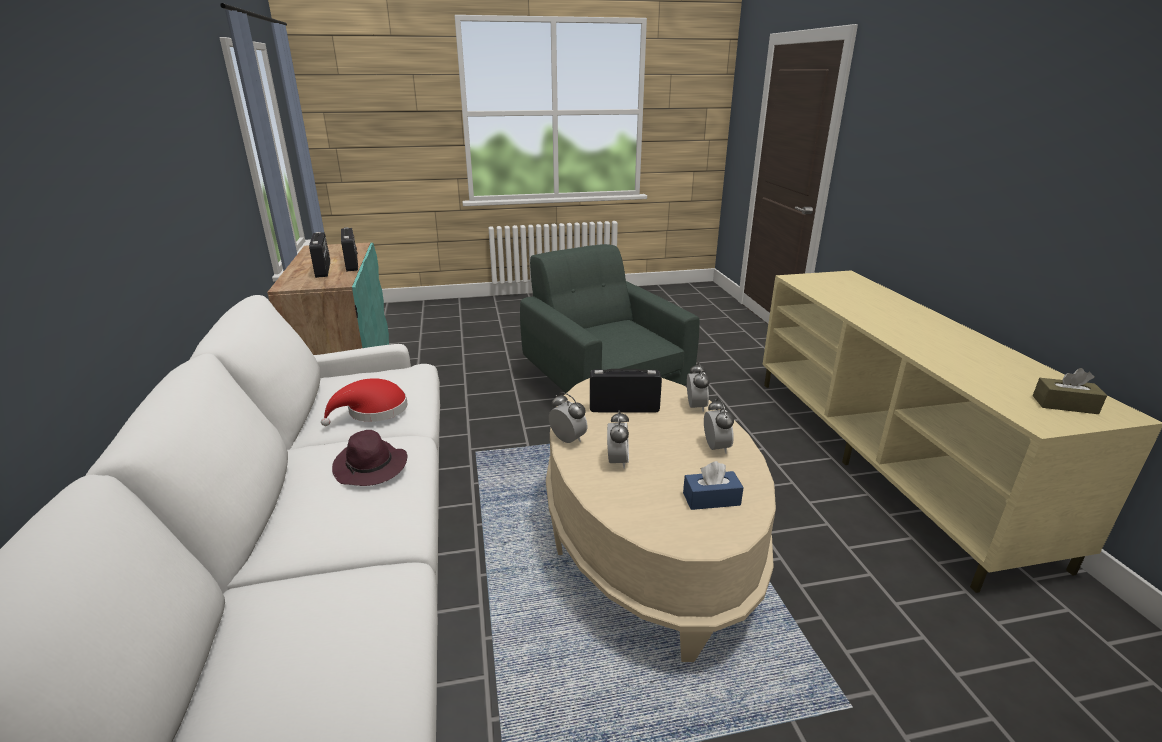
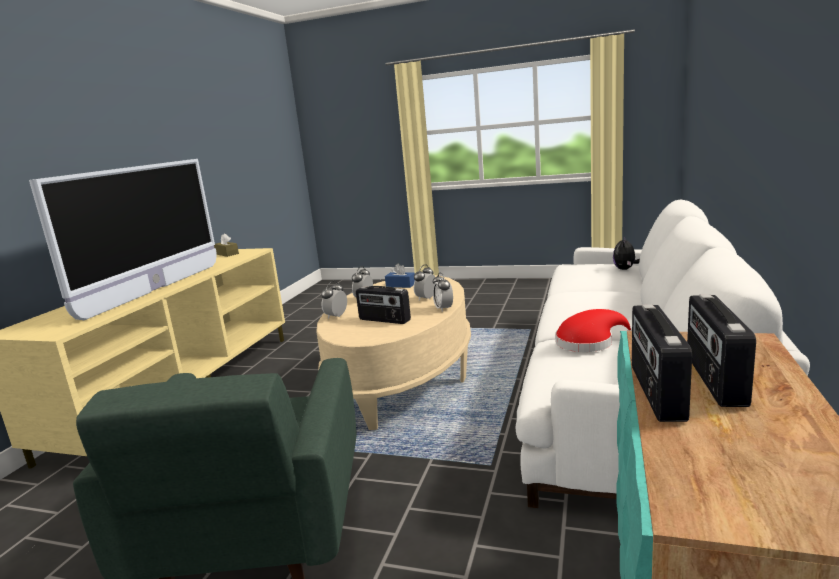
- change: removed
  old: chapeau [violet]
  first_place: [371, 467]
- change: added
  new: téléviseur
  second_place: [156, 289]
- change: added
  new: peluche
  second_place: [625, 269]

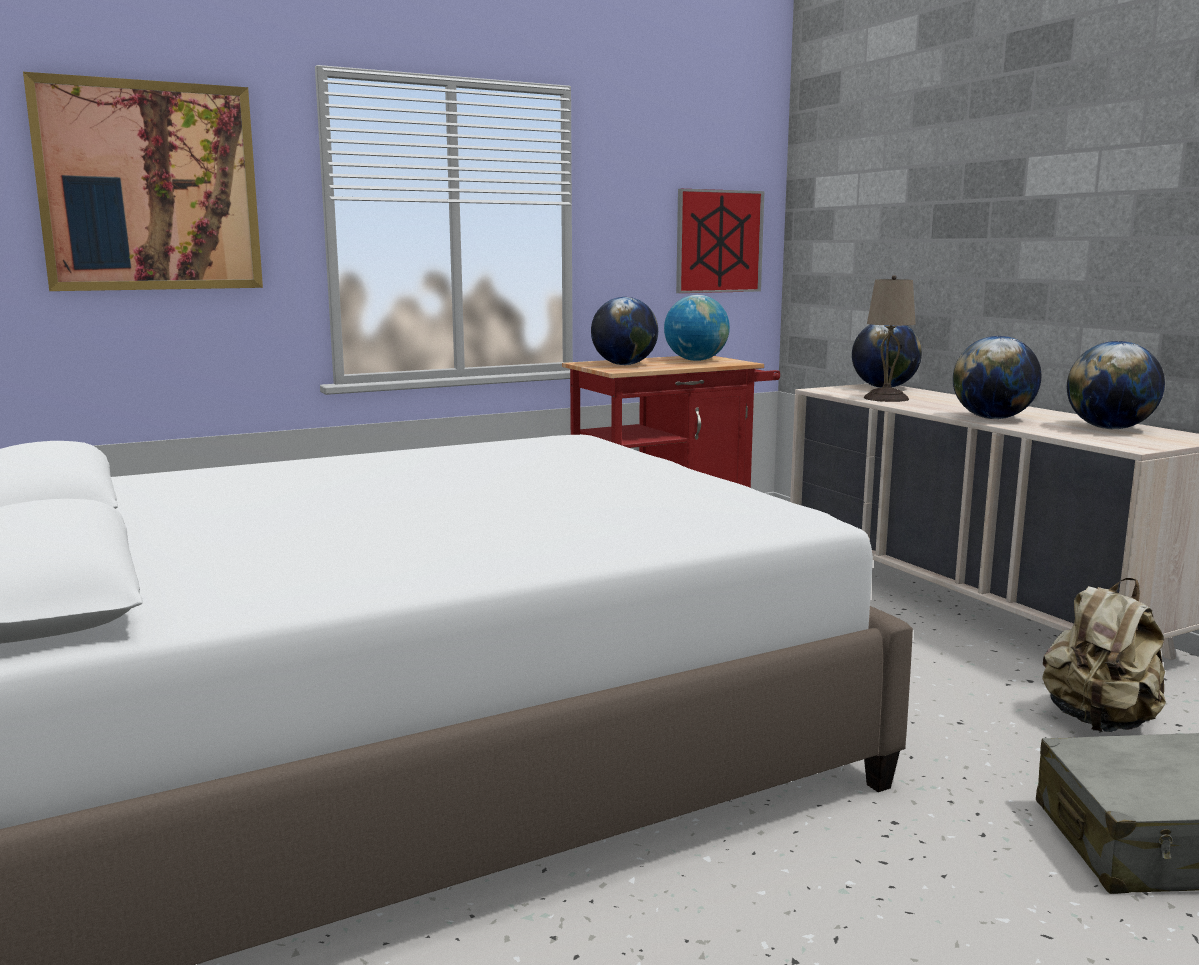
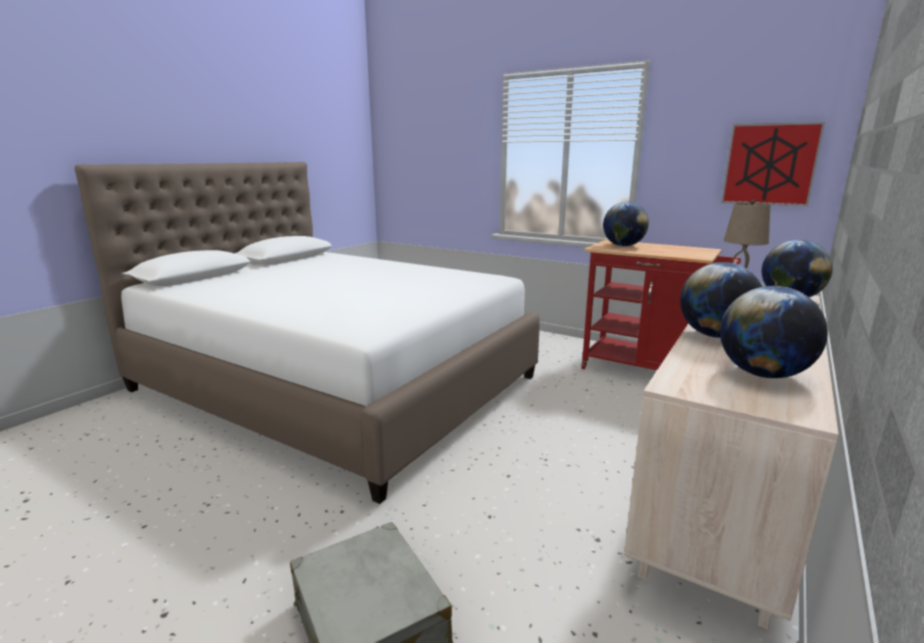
- change: removed
  old: tableau
  first_place: [150, 187]
- change: removed
  old: globe
  first_place: [696, 360]
- change: removed
  old: sac à dos [beige]
  first_place: [1100, 722]

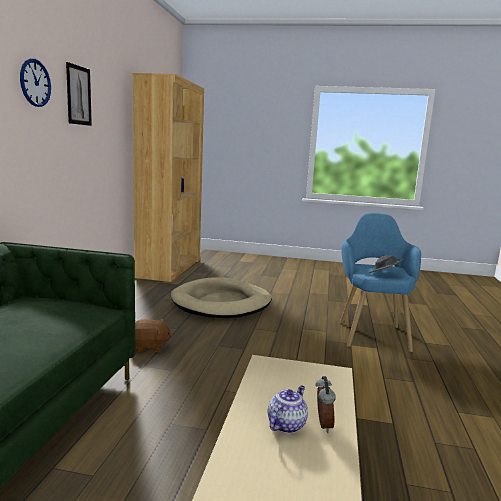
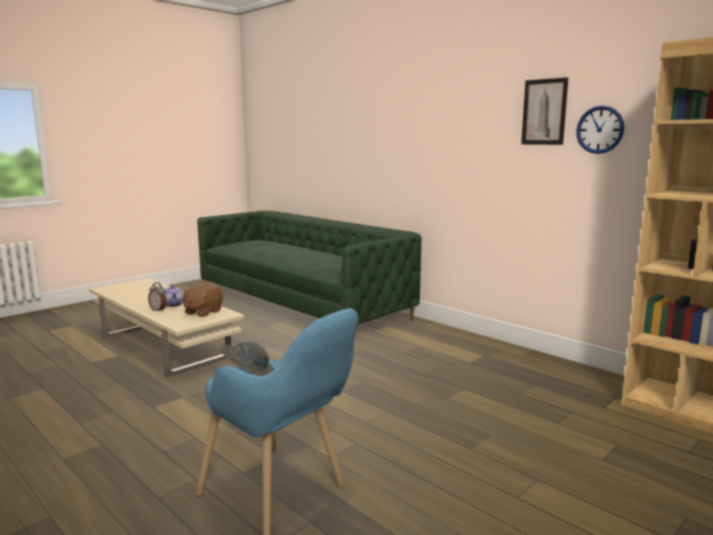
- change: moved
  old: horloge murale
  first_place: [35, 83]
  second_place: [600, 129]
- change: removed
  old: panier pour chien [beige]
  first_place: [222, 303]
- change: moved
  old: peluche [marron]
  first_place: [149, 347]
  second_place: [202, 312]

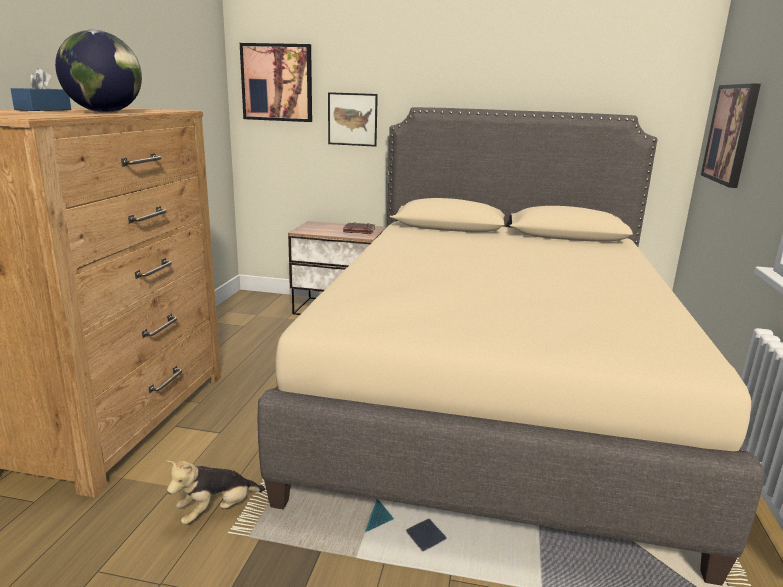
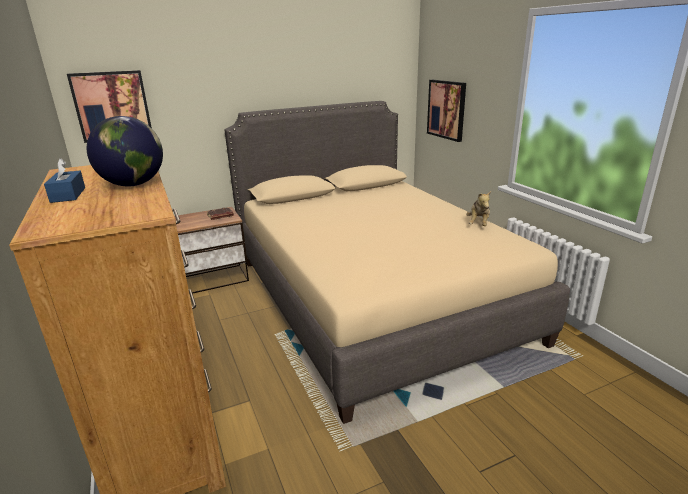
- change: removed
  old: tableau
  first_place: [352, 119]
- change: moved
  old: peluche
  first_place: [216, 511]
  second_place: [478, 224]

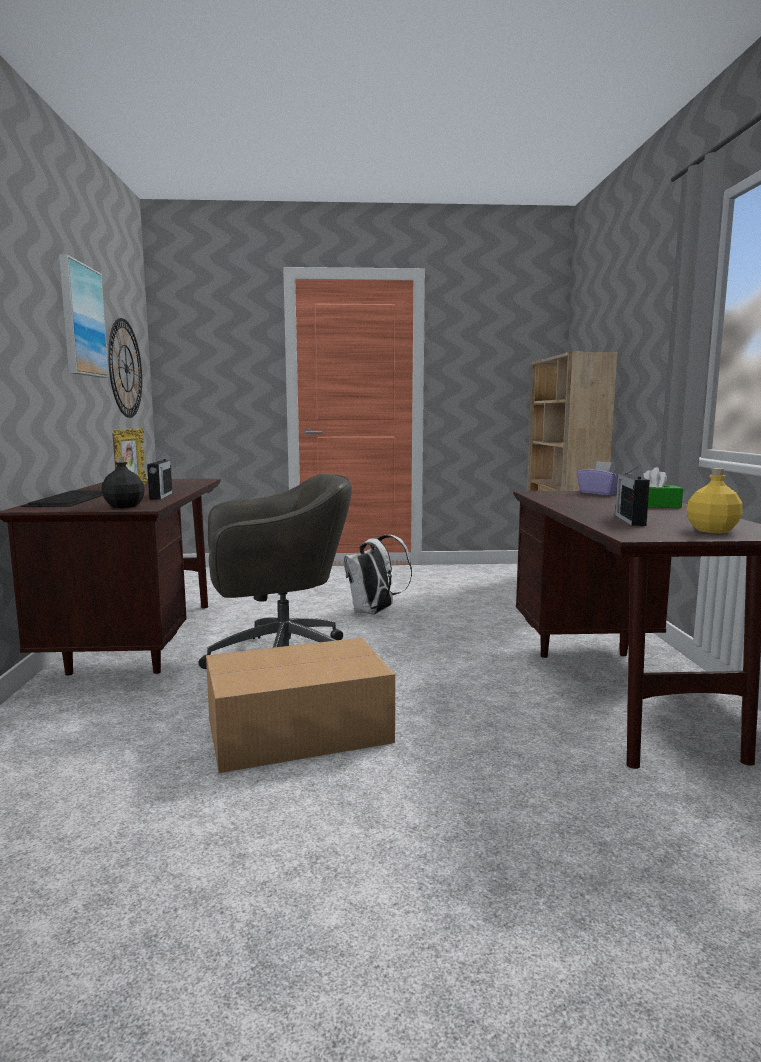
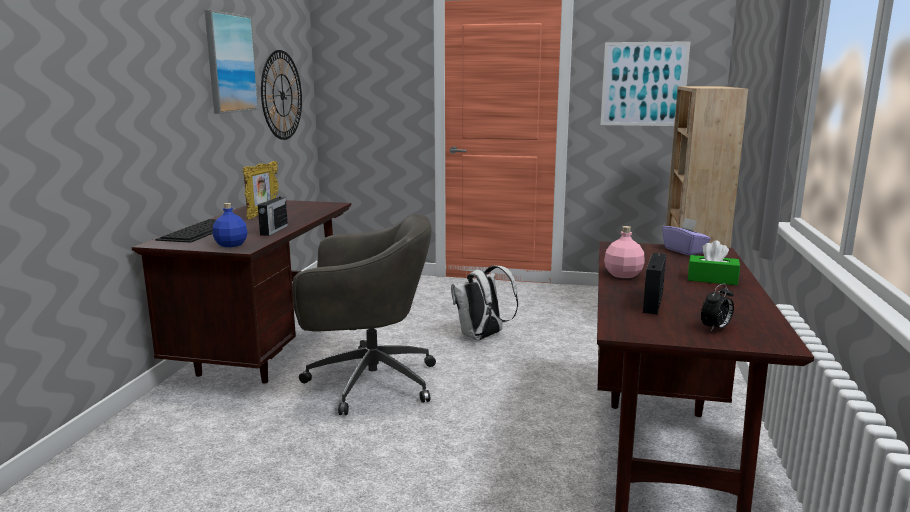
- change: recoloured
  old: bouteille [noir]
  new: bouteille [bleu]
  first_place: [125, 506]
  second_place: [231, 244]
- change: replaced
  old: bouteille [jaune]
  new: réveil
  first_place: [712, 530]
  second_place: [715, 328]
- change: removed
  old: carton
  first_place: [295, 730]
- change: added
  new: tableau
  second_place: [644, 84]
- change: added
  new: bouteille [rose]
  second_place: [622, 275]

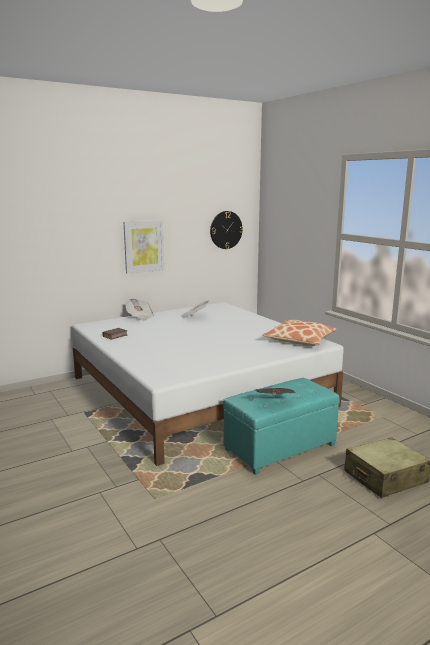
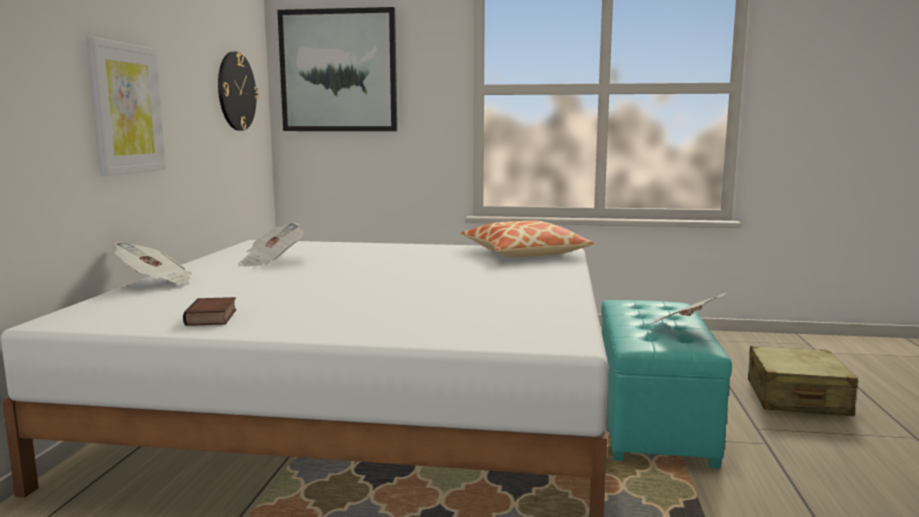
- change: added
  new: tableau
  second_place: [338, 71]

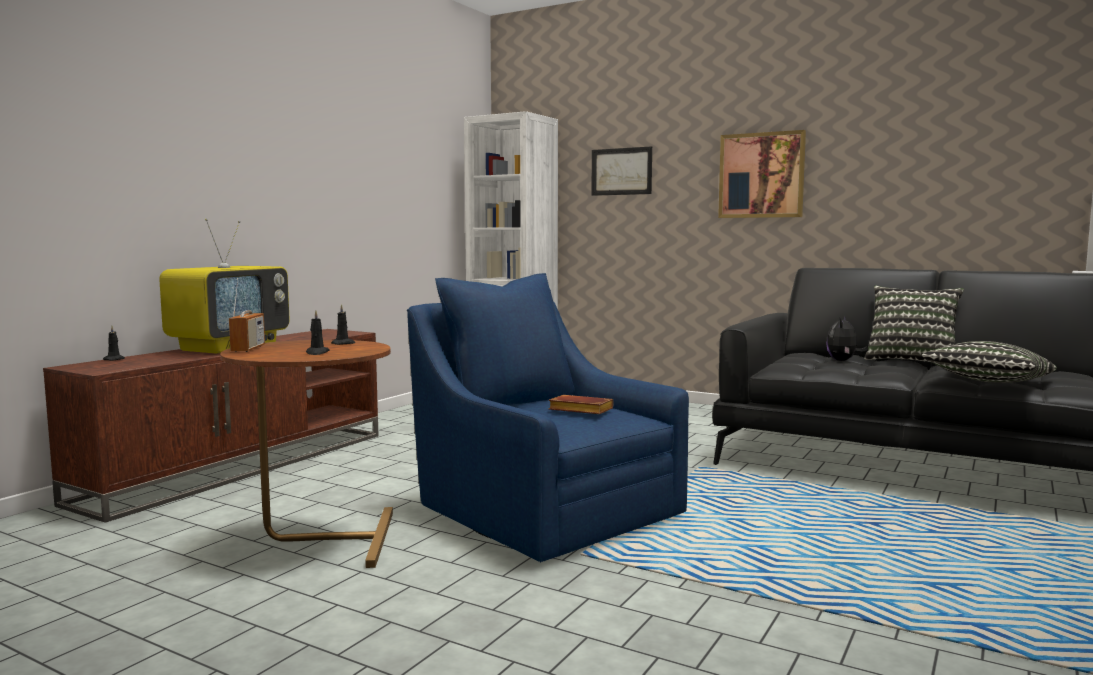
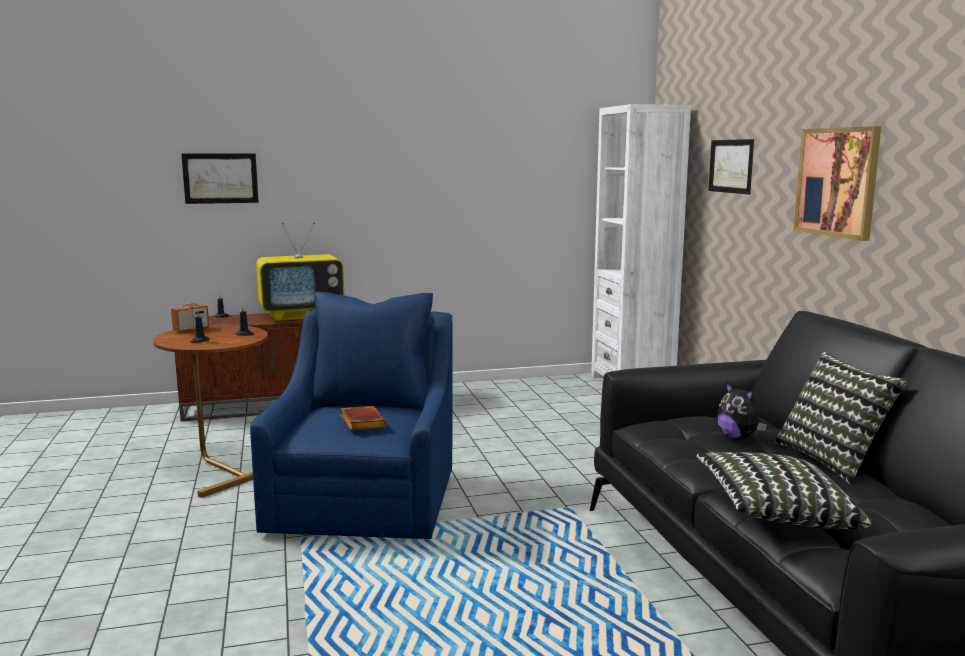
- change: turned
  old: peluche
  first_place: [843, 361]
  second_place: [738, 437]
  degrees: -105
- change: added
  new: tableau
  second_place: [220, 178]

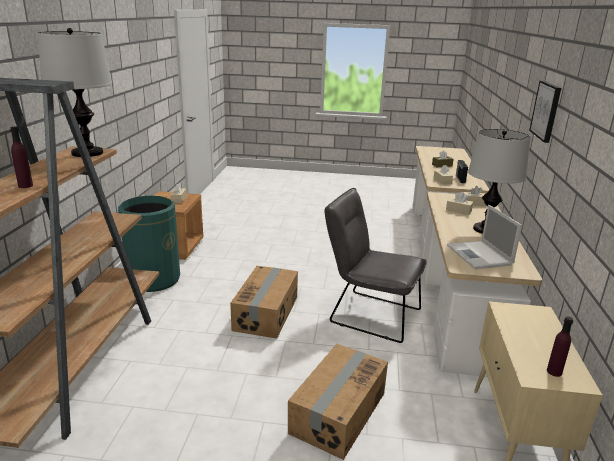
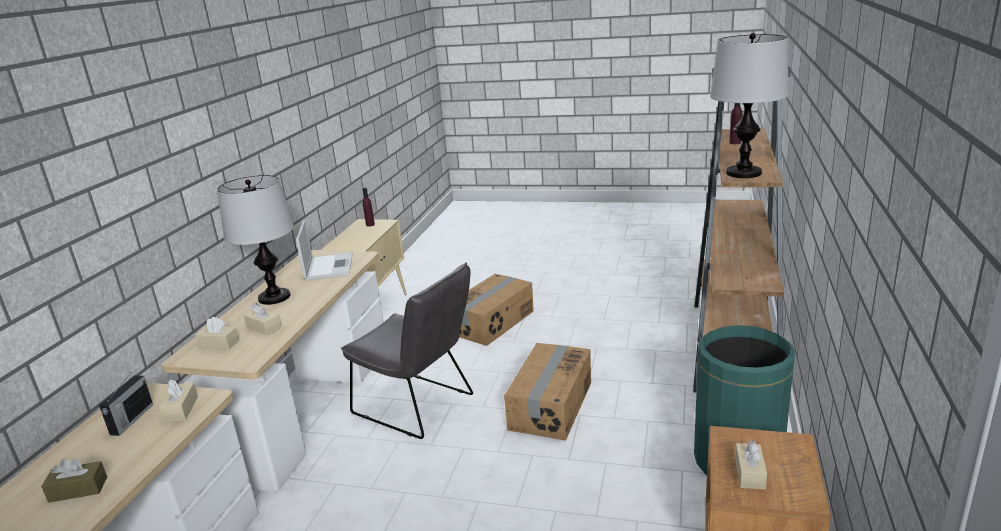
- change: removed
  old: tableau
  first_place: [546, 110]

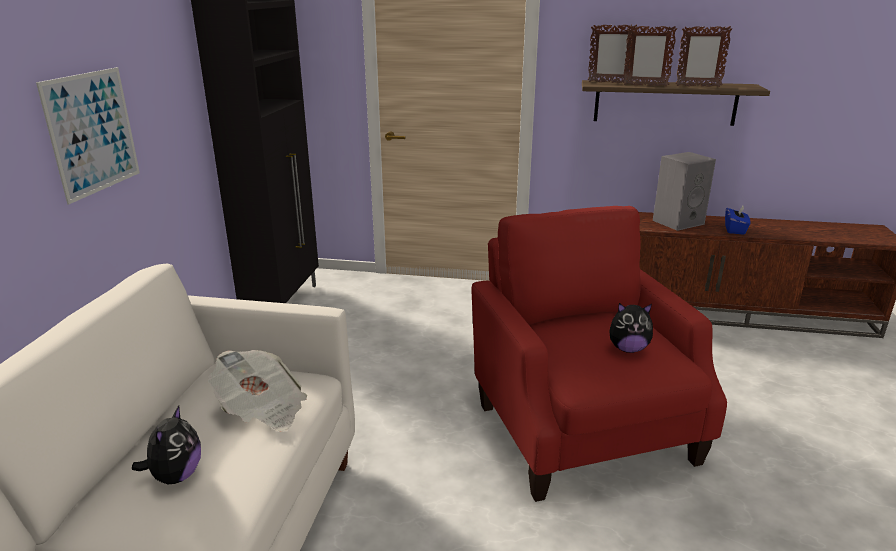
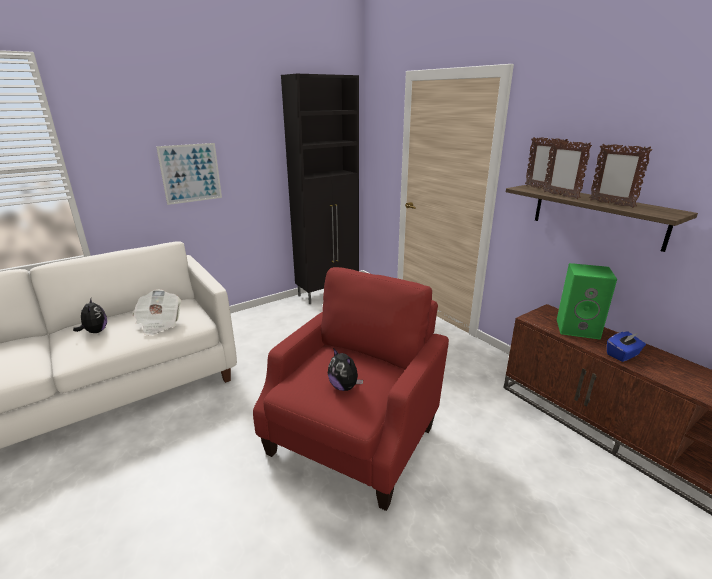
- change: recoloured
  old: enceinte [gris]
  new: enceinte [vert]
  first_place: [678, 222]
  second_place: [578, 328]
- change: turned
  old: peluche
  first_place: [176, 476]
  second_place: [95, 332]
  degrees: -75

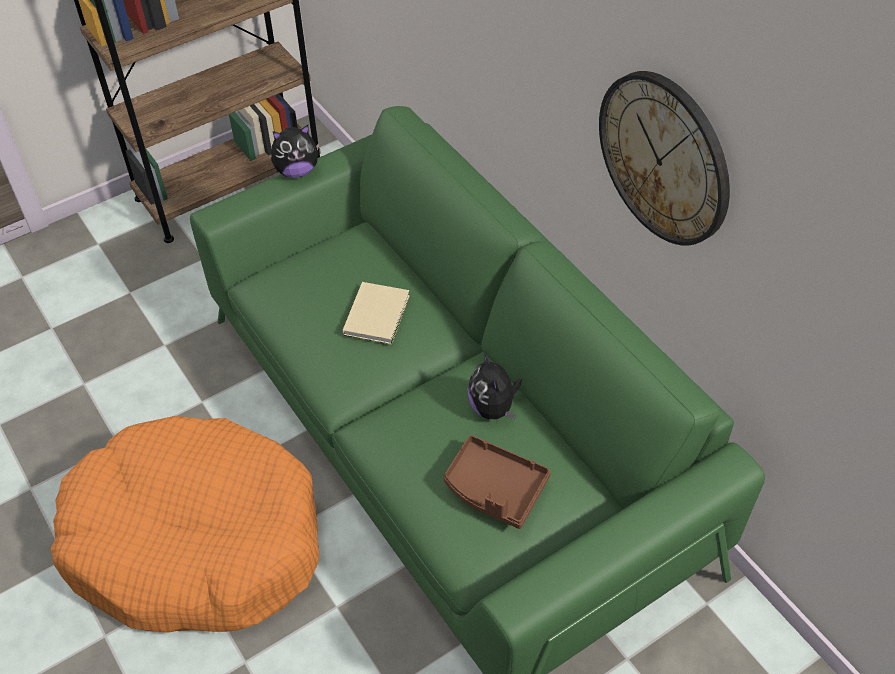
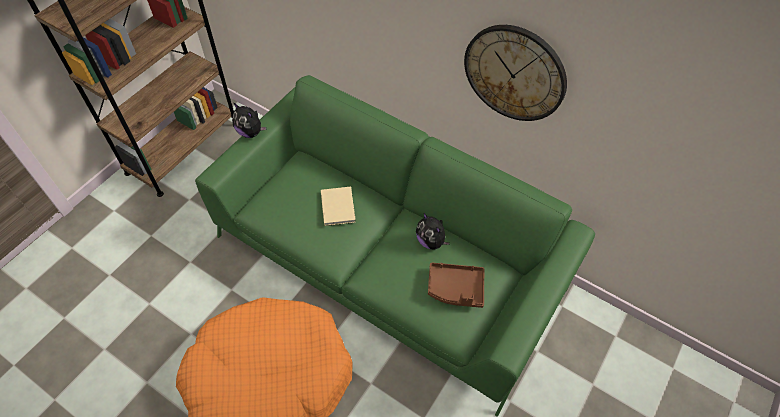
- change: turned
  old: peluche
  first_place: [297, 171]
  second_place: [251, 132]
  degrees: 75

